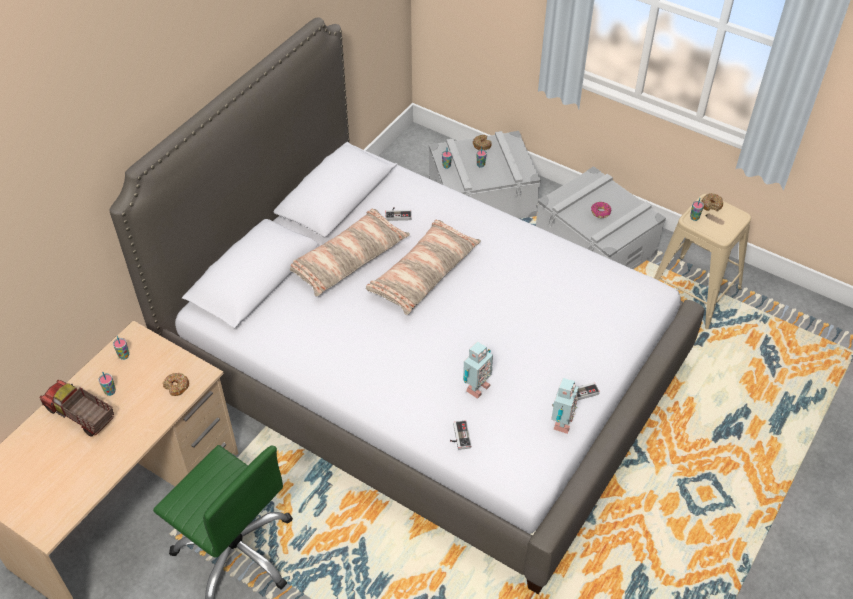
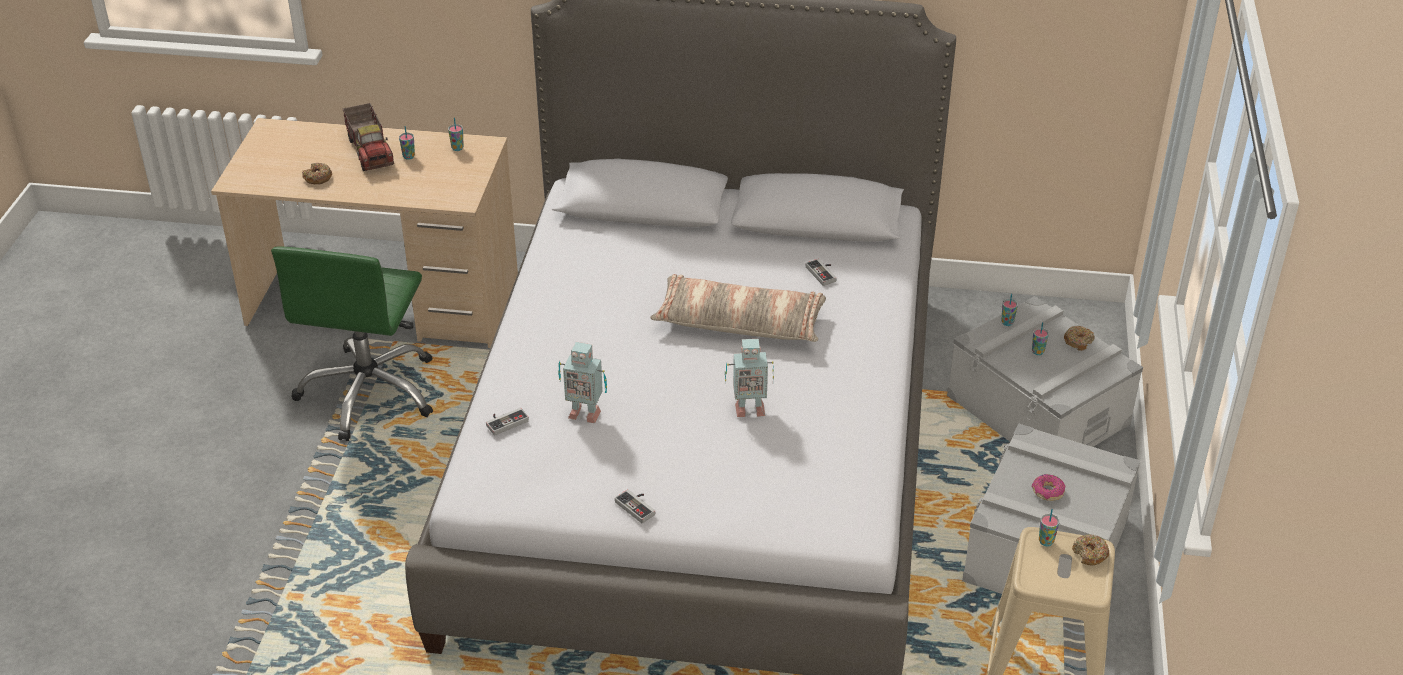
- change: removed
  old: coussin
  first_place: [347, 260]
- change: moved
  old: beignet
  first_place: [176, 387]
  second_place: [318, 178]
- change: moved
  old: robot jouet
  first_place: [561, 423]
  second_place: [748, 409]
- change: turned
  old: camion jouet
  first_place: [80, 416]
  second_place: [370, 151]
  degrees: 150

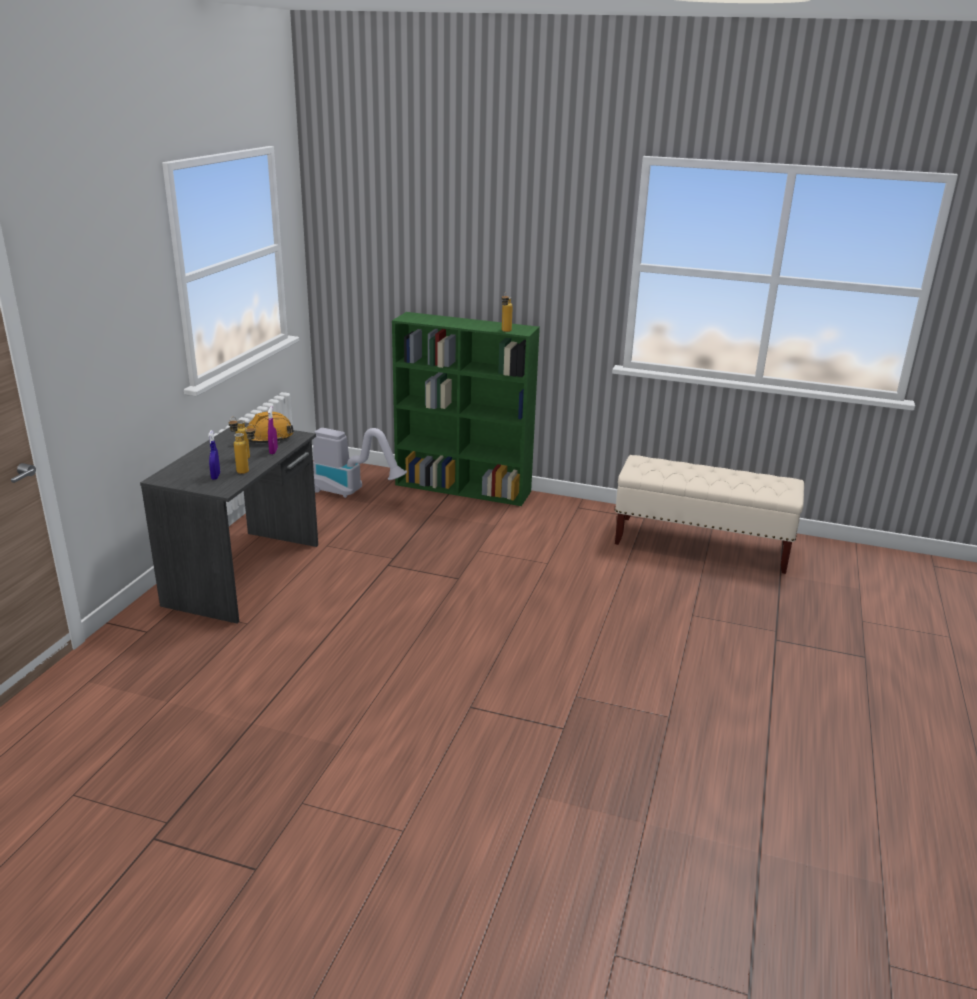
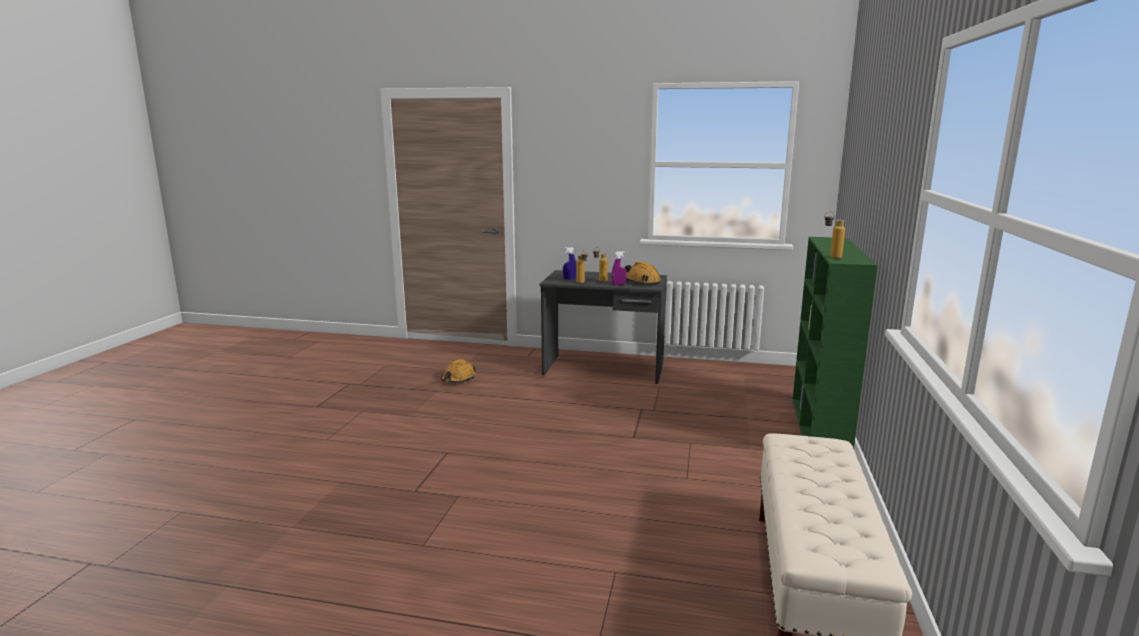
- change: removed
  old: aspirateur
  first_place: [353, 492]
- change: added
  new: casque de chantier [orange]
  second_place: [458, 379]

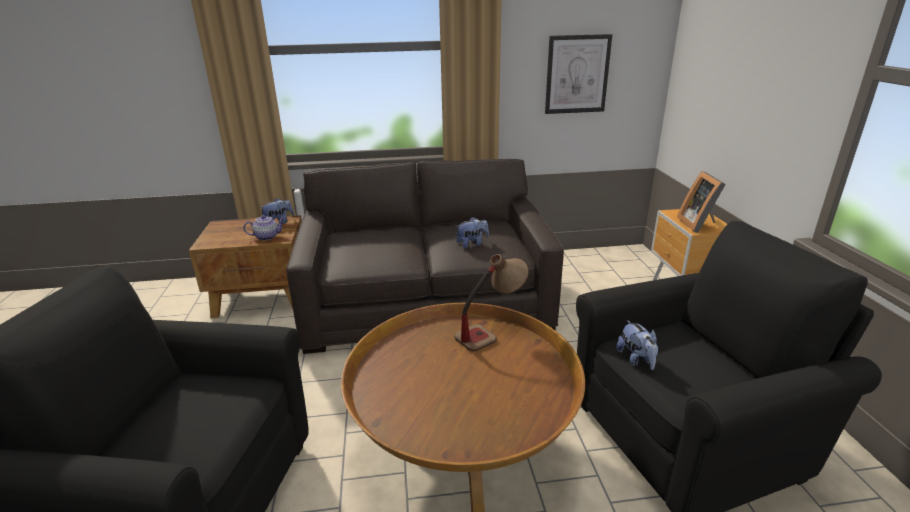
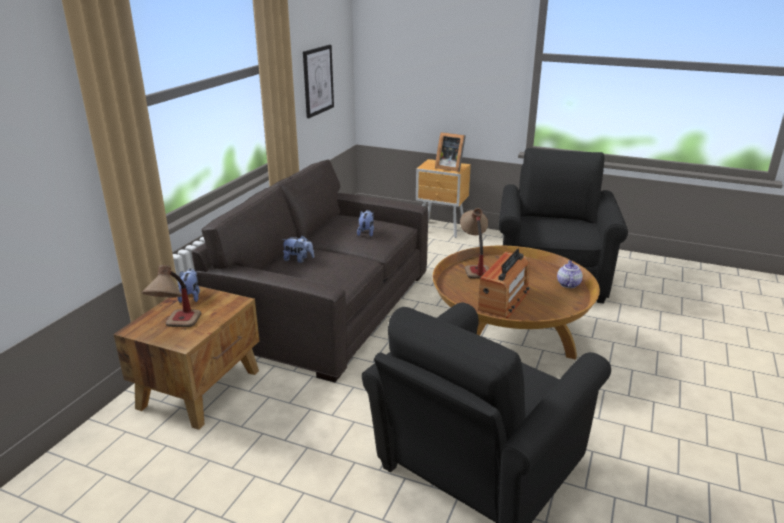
- change: moved
  old: théière
  first_place: [267, 237]
  second_place: [568, 284]
- change: moved
  old: peluche
  first_place: [636, 360]
  second_place: [298, 259]
- change: added
  new: radio
  second_place: [504, 299]
- change: added
  new: lampe de table
  second_place: [178, 329]

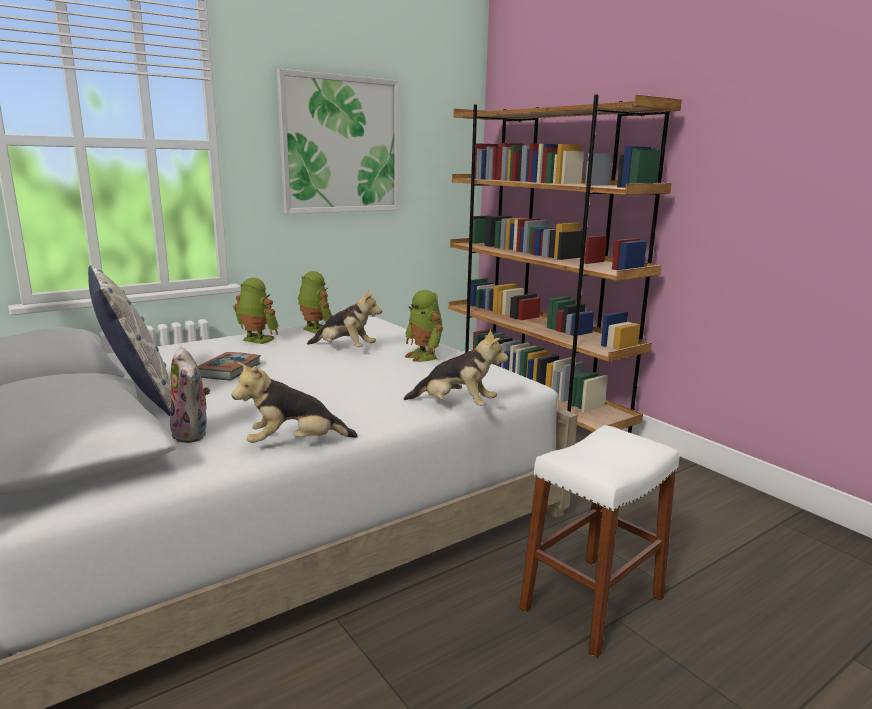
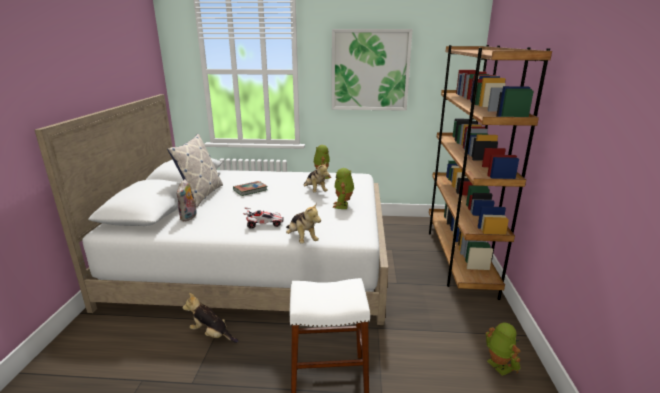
- change: moved
  old: robot jouet
  first_place: [256, 340]
  second_place: [498, 366]
- change: moved
  old: peluche
  first_place: [294, 444]
  second_place: [212, 334]
- change: added
  new: petite voiture
  second_place: [264, 224]

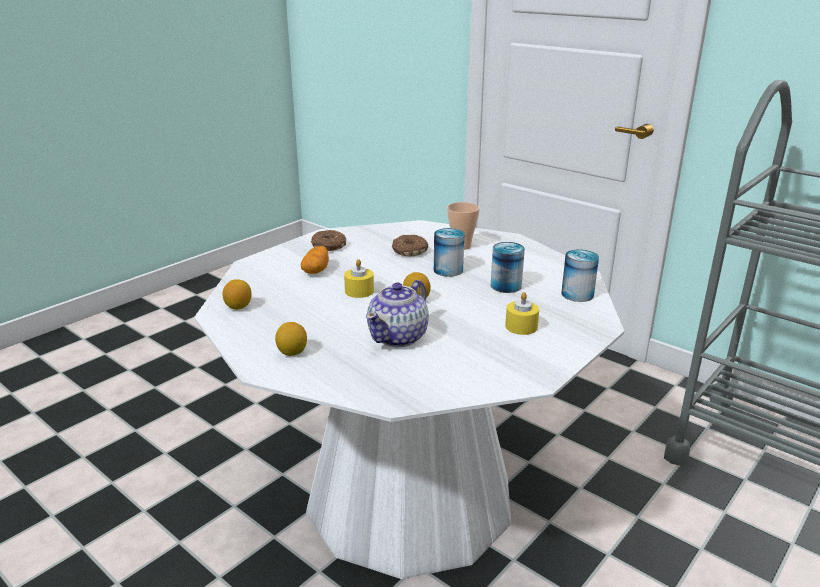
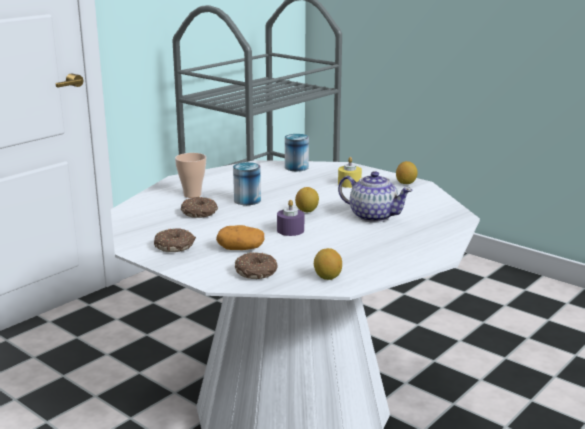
- change: removed
  old: boîte métallique
  first_place: [506, 286]
- change: recoloured
  old: bougie [jaune]
  new: bougie [violet]
  first_place: [359, 291]
  second_place: [290, 230]
- change: moved
  old: citron
  first_place: [292, 352]
  second_place: [406, 183]
- change: added
  new: beignet
  second_place: [256, 272]

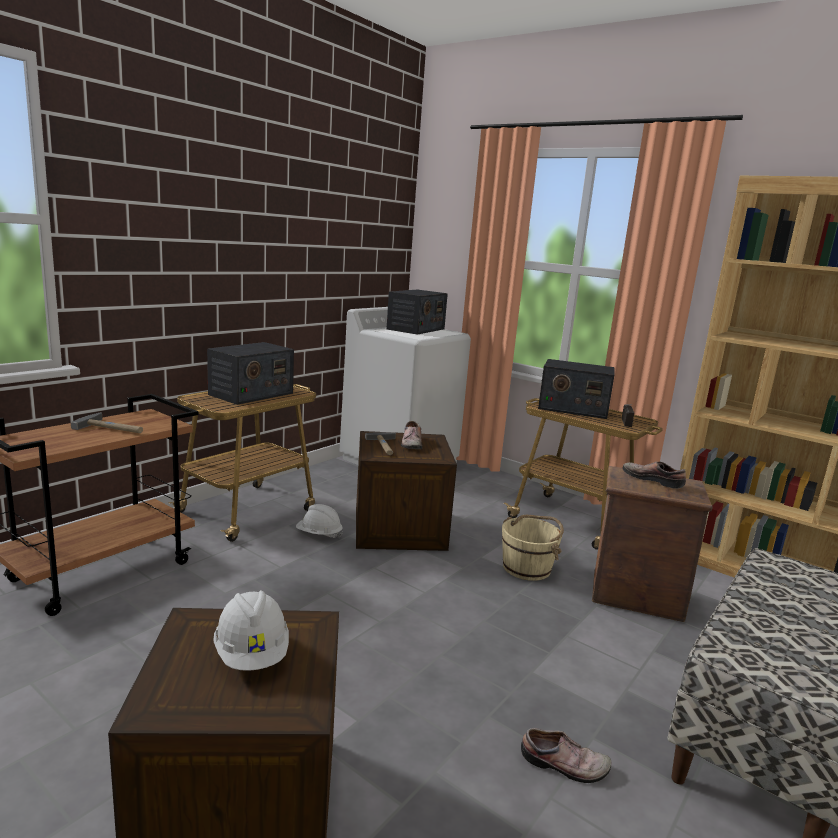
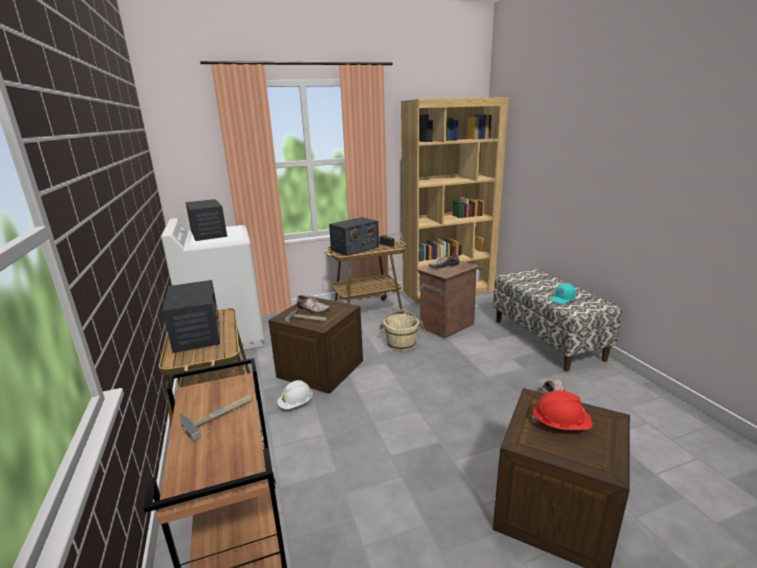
- change: recoloured
  old: casque de chantier [blanc]
  new: casque de chantier [rouge]
  first_place: [252, 654]
  second_place: [560, 425]
- change: added
  new: casquette [turquoise]
  second_place: [562, 299]

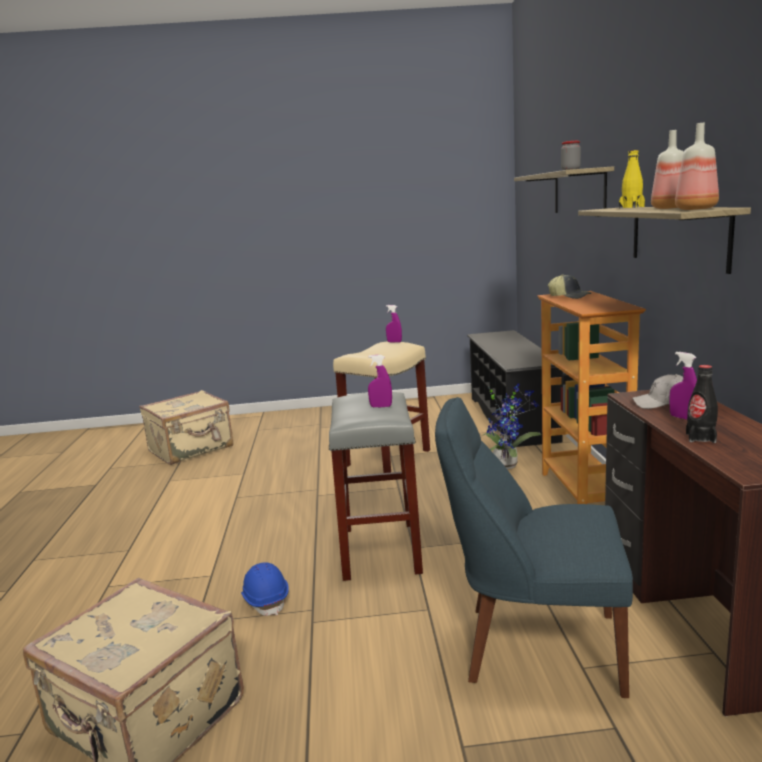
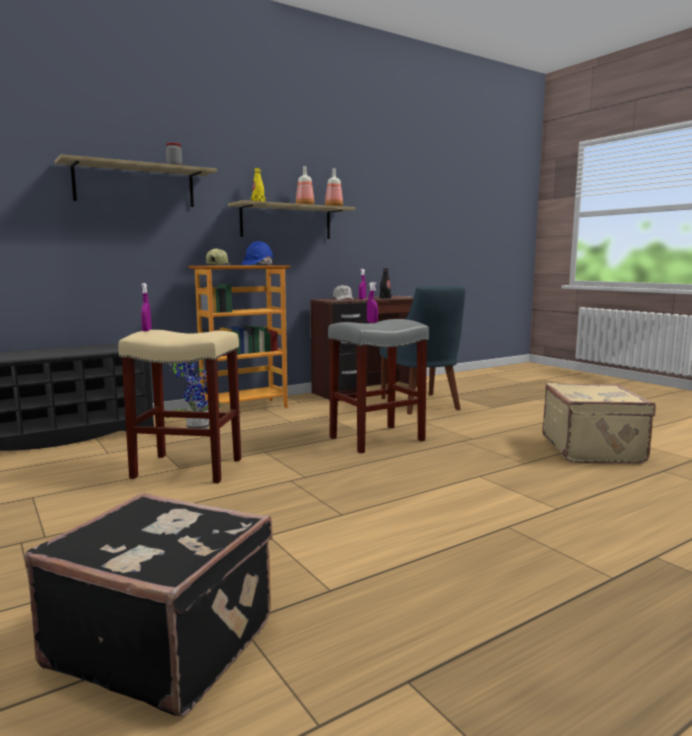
- change: recoloured
  old: valise [beige]
  new: valise [noir]
  first_place: [192, 449]
  second_place: [164, 642]
- change: moved
  old: casque de chantier [bleu]
  first_place: [266, 600]
  second_place: [257, 265]

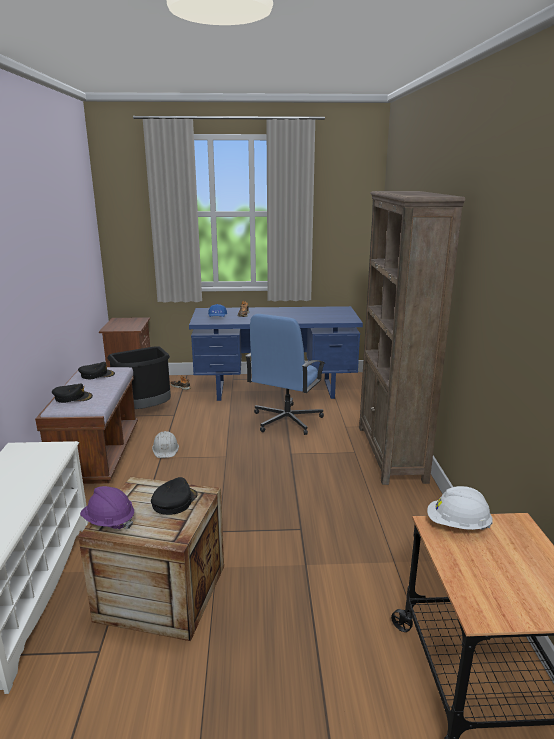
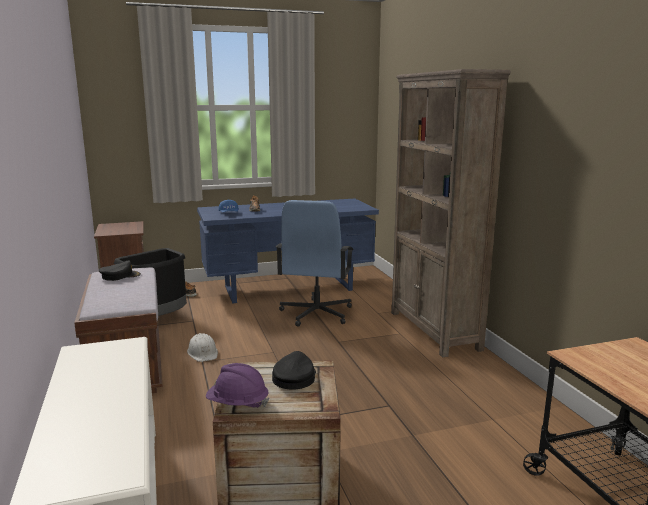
- change: removed
  old: casquette [noir]
  first_place: [73, 397]
- change: removed
  old: casque de chantier [blanc]
  first_place: [457, 525]

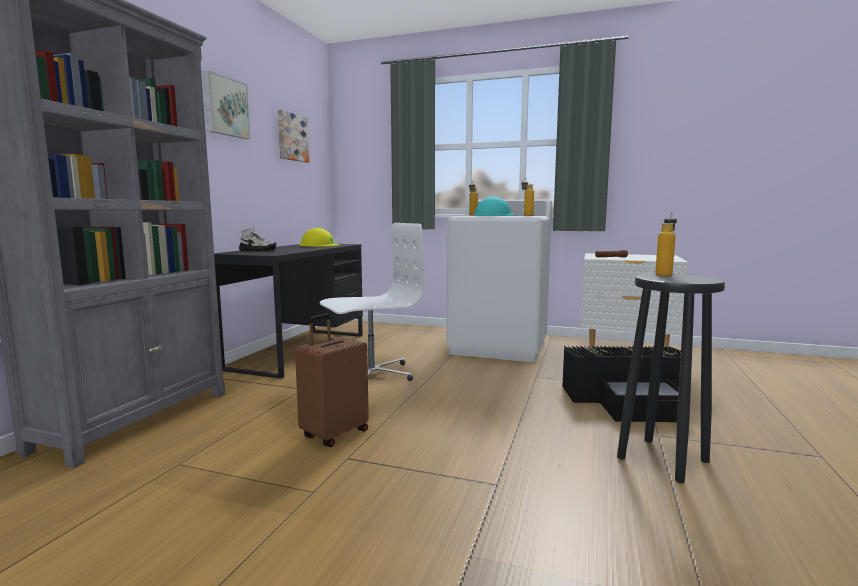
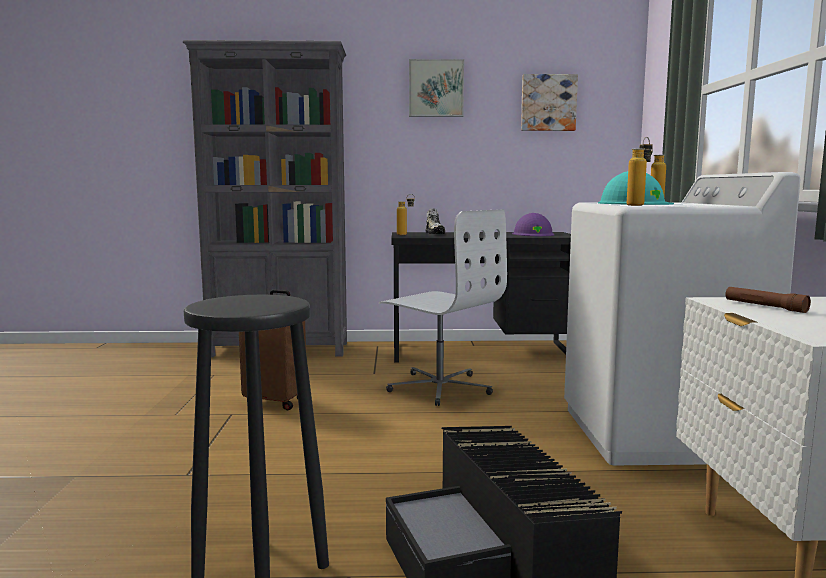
- change: moved
  old: bouteille
  first_place: [664, 274]
  second_place: [405, 235]
- change: recoloured
  old: casque de chantier [jaune]
  new: casque de chantier [violet]
  first_place: [319, 245]
  second_place: [533, 234]

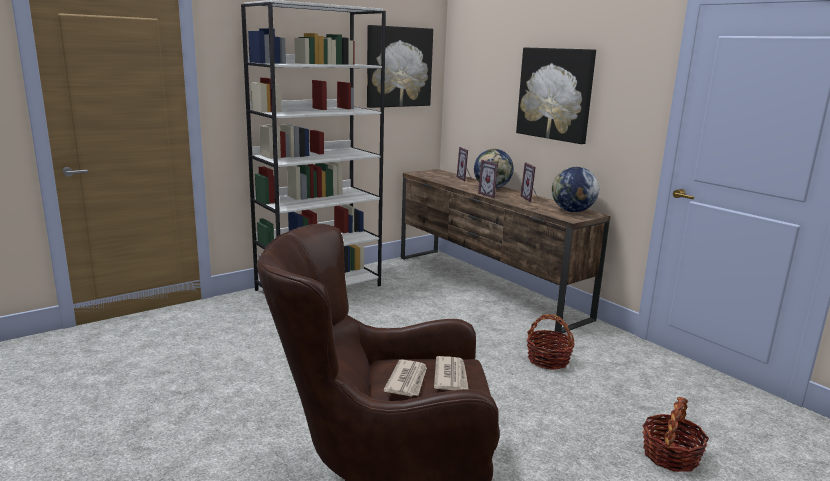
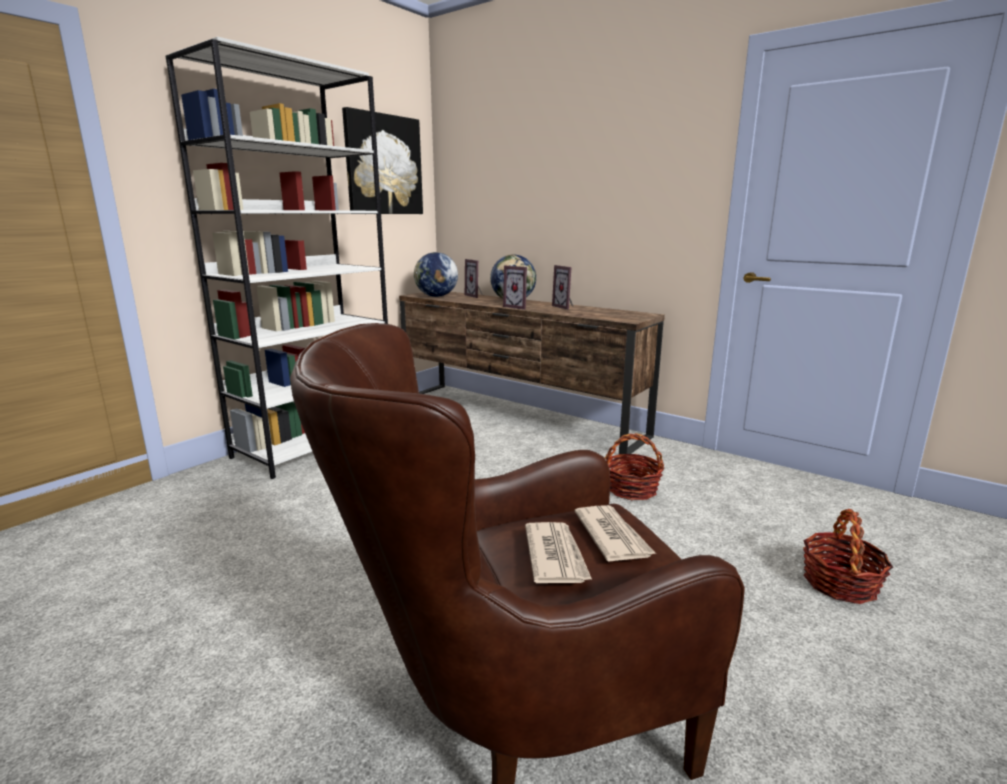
- change: removed
  old: tableau
  first_place: [555, 94]
- change: moved
  old: globe
  first_place: [572, 211]
  second_place: [436, 296]

